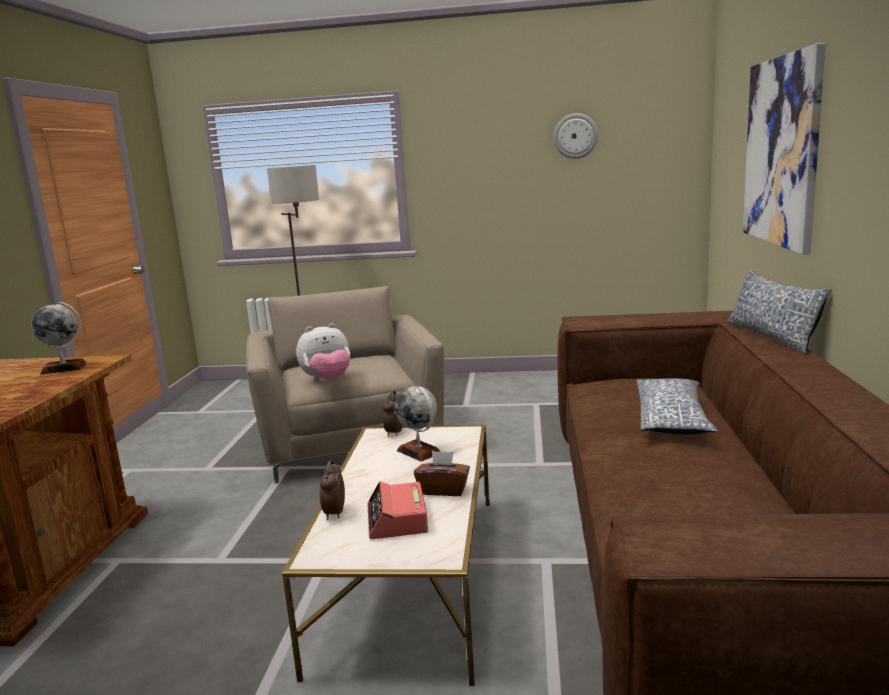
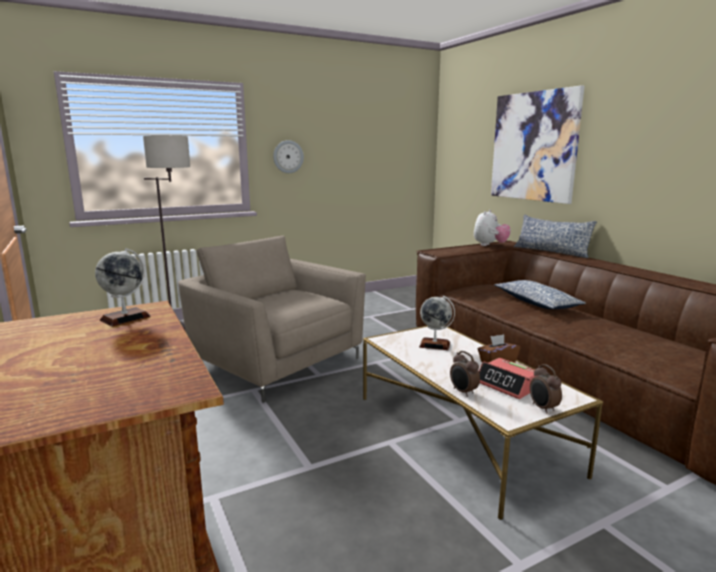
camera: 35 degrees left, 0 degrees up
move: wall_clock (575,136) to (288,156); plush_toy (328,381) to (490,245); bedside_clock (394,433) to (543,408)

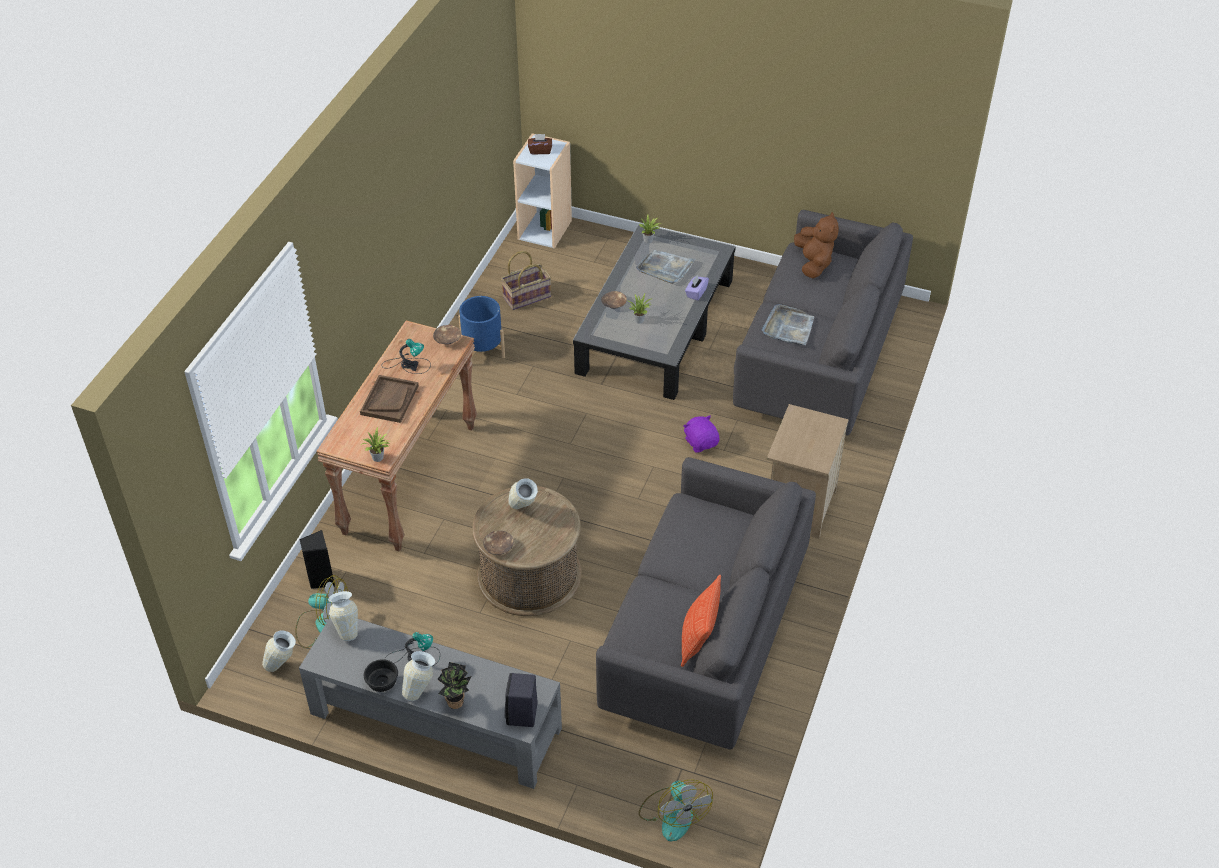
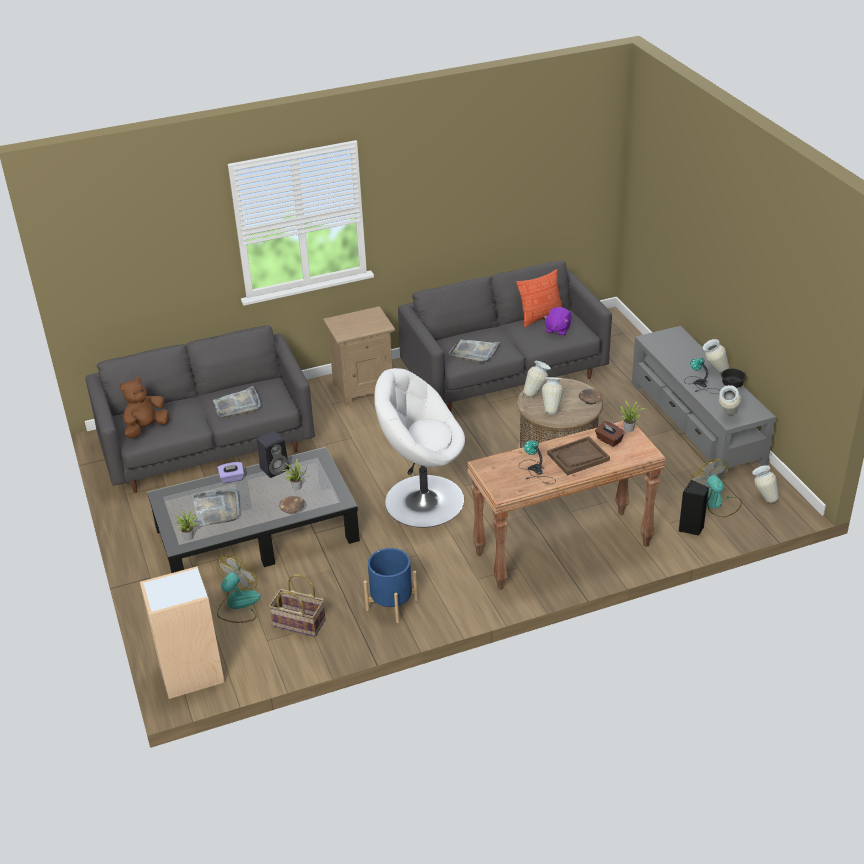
camera: 130 degrees left, 10 degrees down
delete: brown-coloured_serving_bowl (448,339); potted_plant (457,703)
insert: white-coloured_lounge_chair (423,500); greyish_carrying_tray (474,352); flower_vase (537,393)
move: fan (673,813) to (238,605); black-coloured_audio_speaker (522,715) to (275,468); purple_plush_toy (701,442) to (557,329); brown-coloured_tissue_box (540,150) to (609,440)

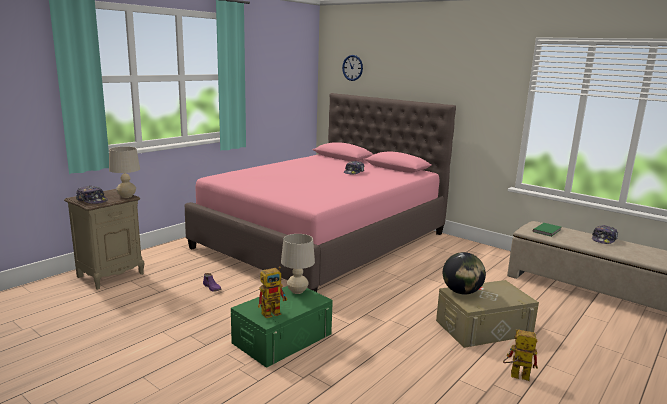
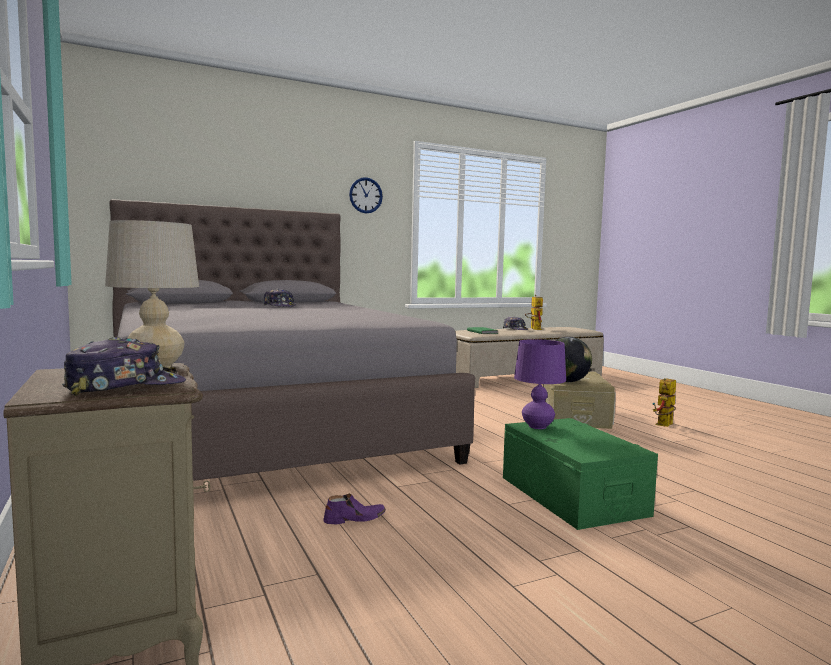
camera: 65 degrees left, 10 degrees down
move: wall_clock (352,67) to (365,195); toy_robot (274,312) to (533,328)
recolor: pink_bed (323,240) to greyish_bed (264,425); beige_lamp_for_a_table (297,291) to purple_lamp_for_a_table (537,426)

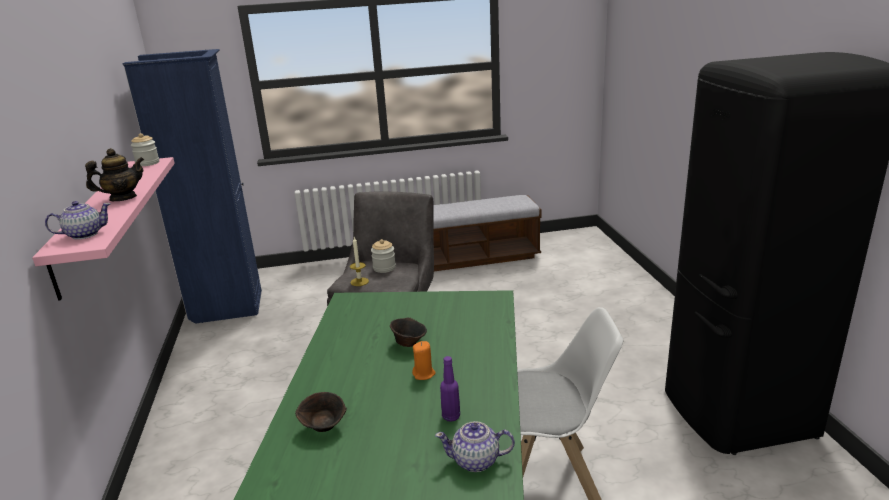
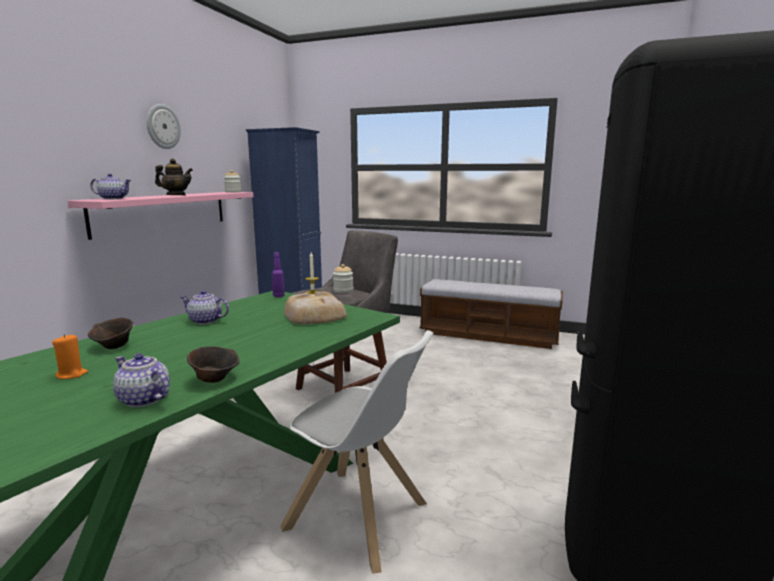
camera: 30 degrees right, 10 degrees down
insert: wall_clock (162,126); pot_for_tea (206,321); bakery_bread (314,315)
move: orangey_wax_light (424,374) to (72,374); brown-coloured_serving_bowl (409,343) to (215,379); purple_beverage_bottle (451,416) to (279,296)

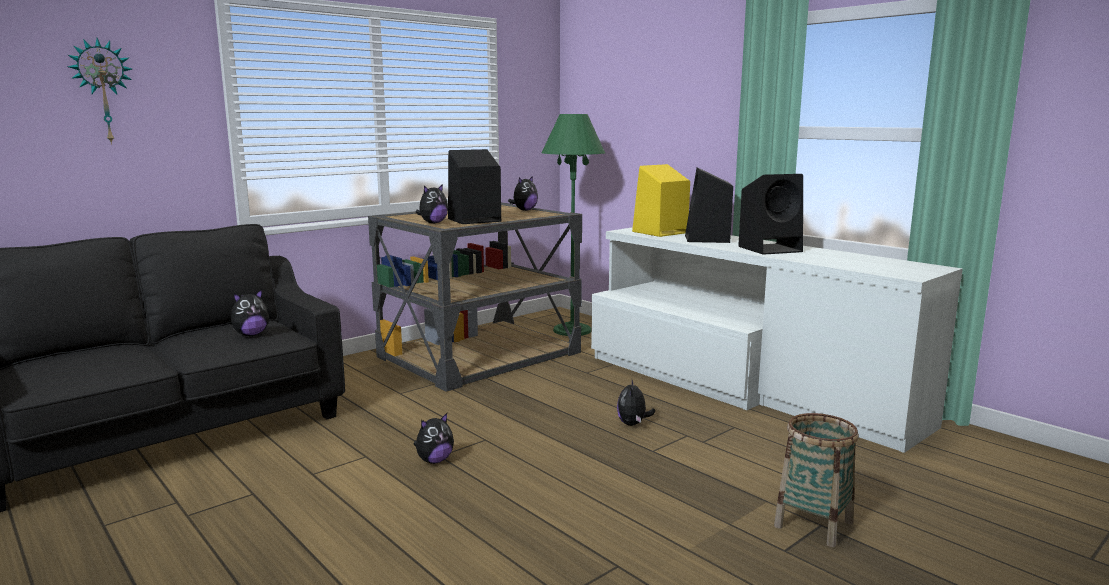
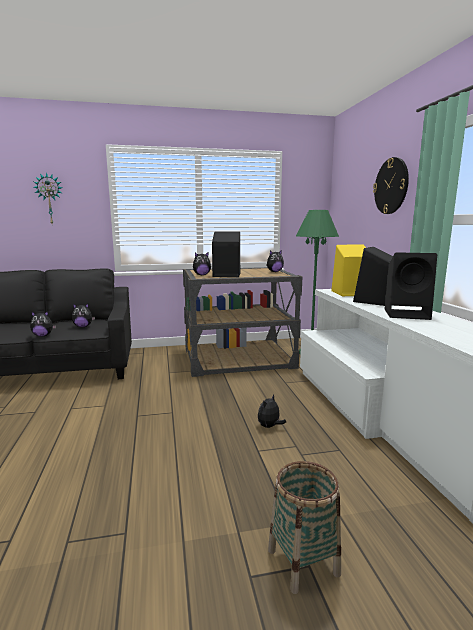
camera: 30 degrees right, 0 degrees up
insert: wall_clock (391,186)
move: plush_toy (434,460) to (43,335)

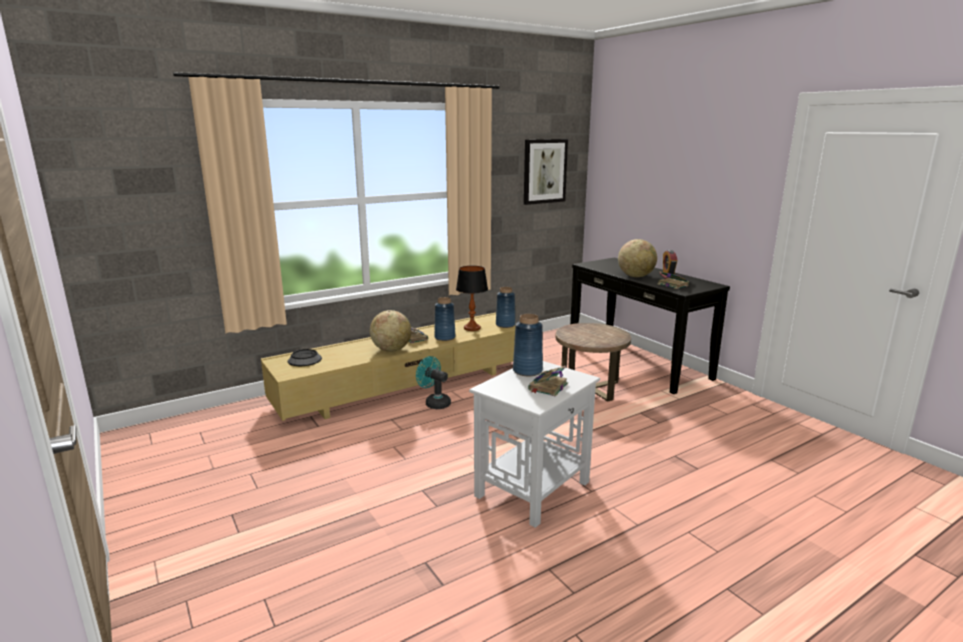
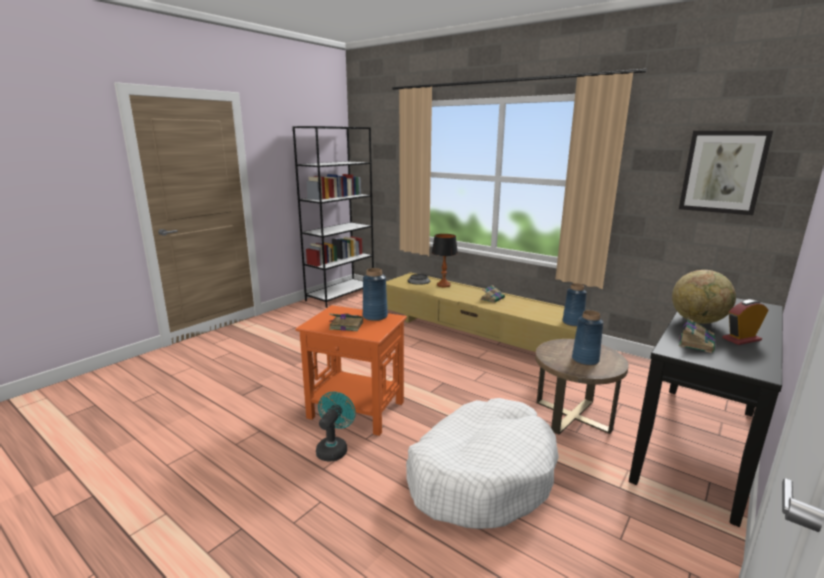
camera: 70 degrees right, 0 degrees up
delete: globe (391,350)
insert: white-coloured_bookcase (340,295); white-coloured_pet_bed (481,475)
move: turquoise_fan (434,403) to (334,448); lamp_for_a_table (472,328) to (443,285); blue-coloured_flower_vase (444,337) to (585,360)
recolor: white-coloured_accent_table (533,488) to orangey_accent_table (357,410)

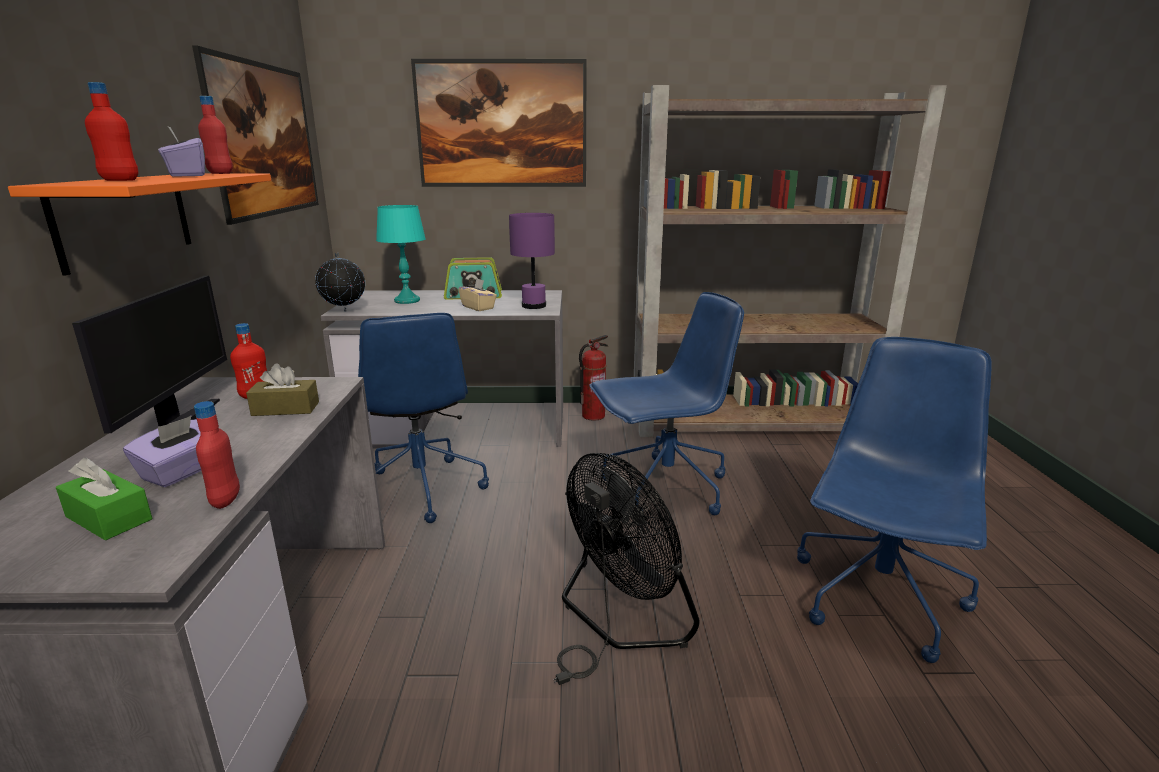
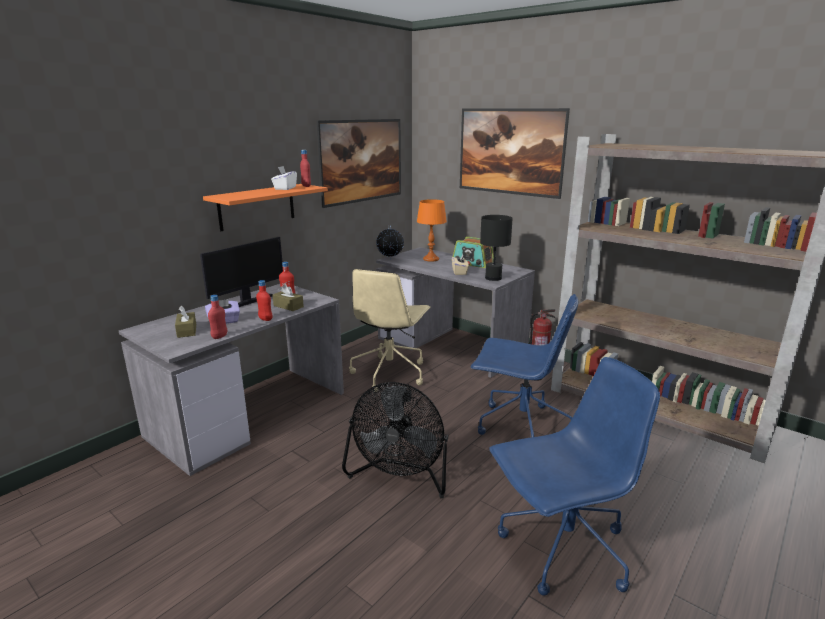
camera: 40 degrees right, 0 degrees up
move: red_beverage_bottle (120,180) to (265,319)
recolor: green_tissue_box (109,518) to brown-coloured_tissue_box (187,330); purple_tissue_box (186,175) to white-coloured_tissue_box (285,188); blue-coloured_office_chair (421,487) to beige_office_chair (391,372); turquoise_lamp_for_a_table (406,301) to orangey_lamp_for_a_table (430,259); purple_lamp_for_a_table (534,306) to black-coloured_lamp_for_a_table (493,278)
rotate: black-coloured_fan (609,618) = (397,473) 105 degrees clockwise

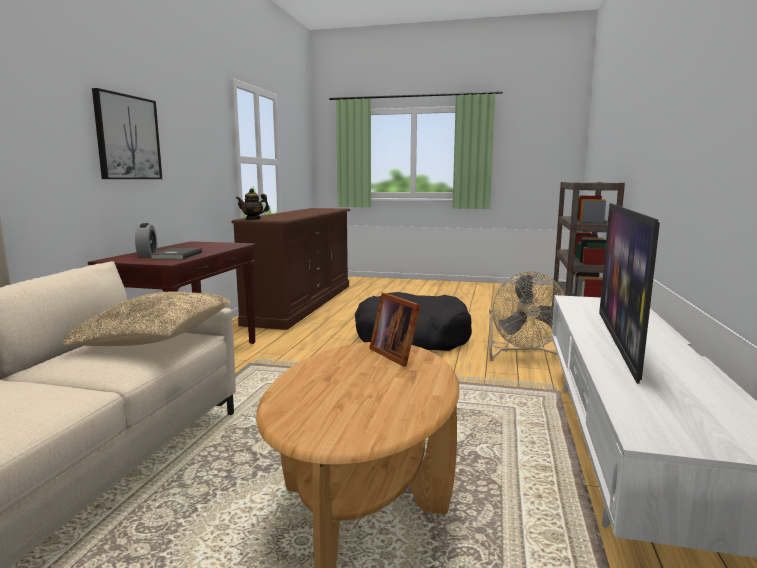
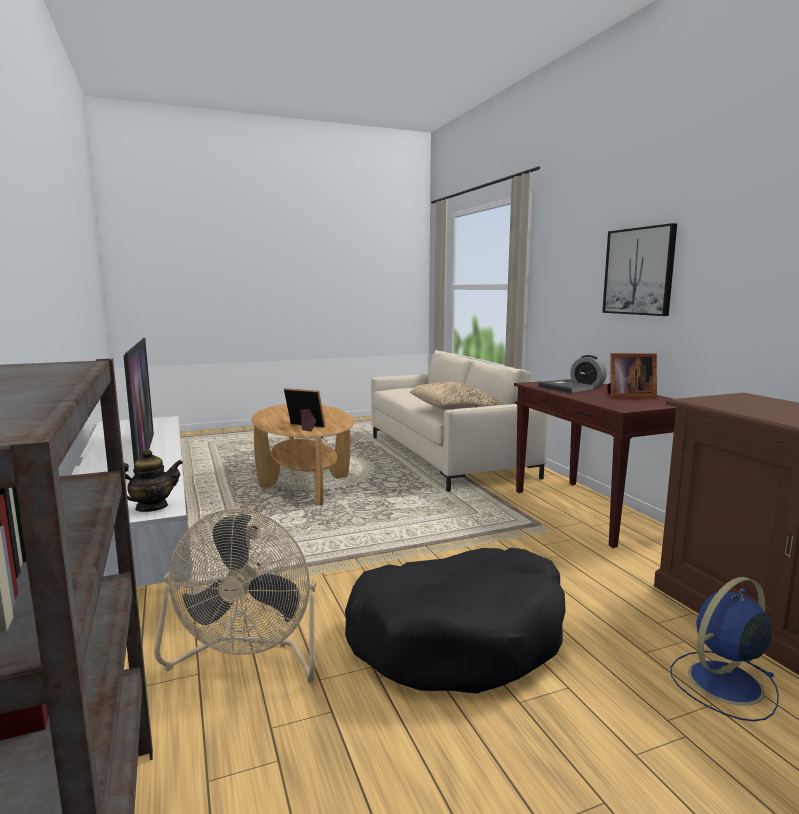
camera: 145 degrees right, 0 degrees up
insert: standing_frame (628,396); blue-coloured_fan (723,683)
move: pot_for_tea (253,219) to (151,507)
rotate: beige_fan (521,354) = (244,655) 135 degrees counterclockwise

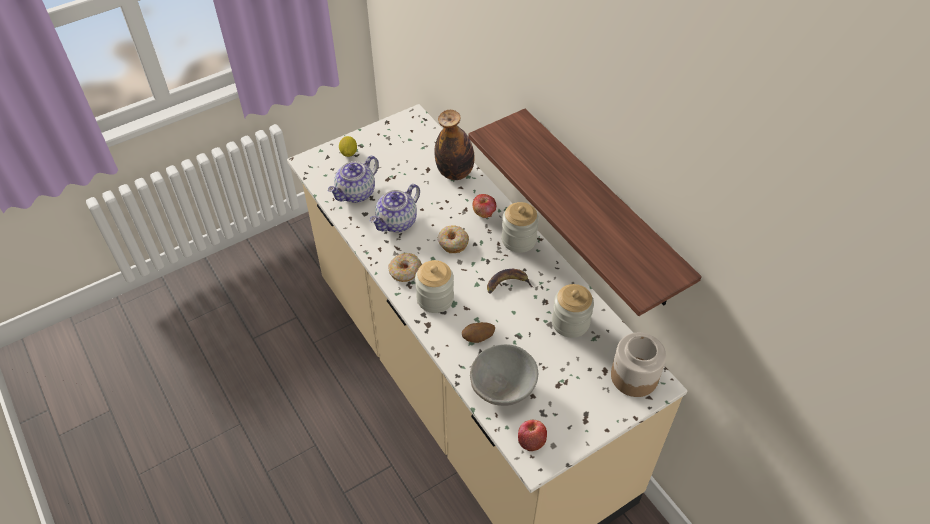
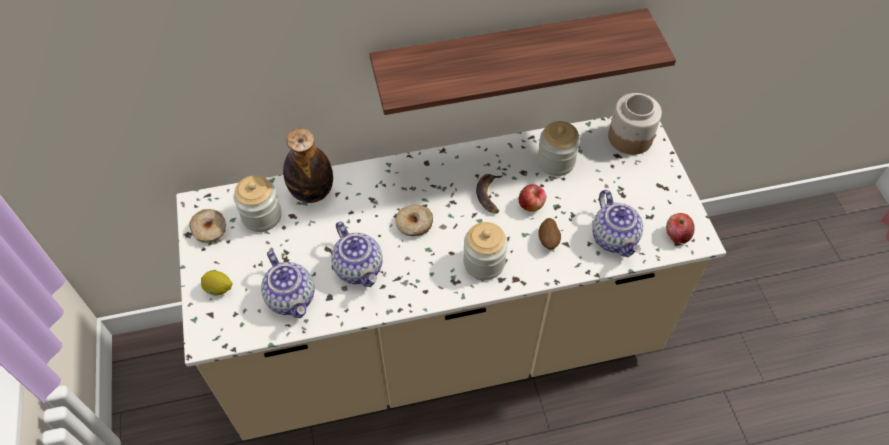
camera: 70 degrees left, 5 degrees up
move: donut (405,271) to (210,230); preserve_jar (519,240) to (262,216); whole_apple (484,213) to (531,205)
replace: greyish_serving_bowl (503,389) to pot_for_tea (615,238)

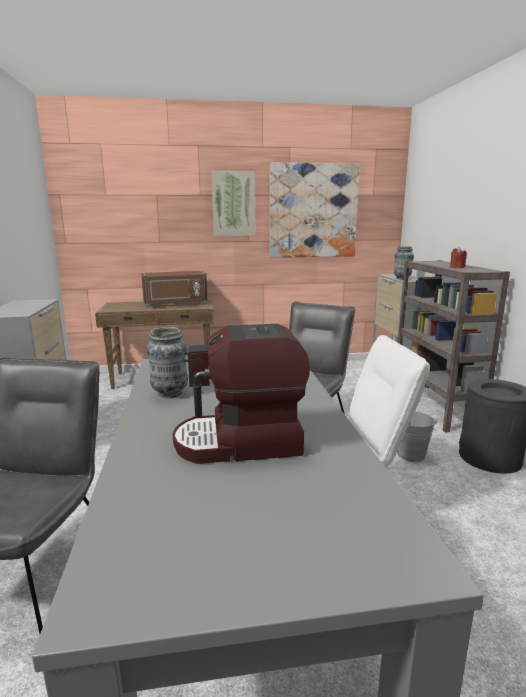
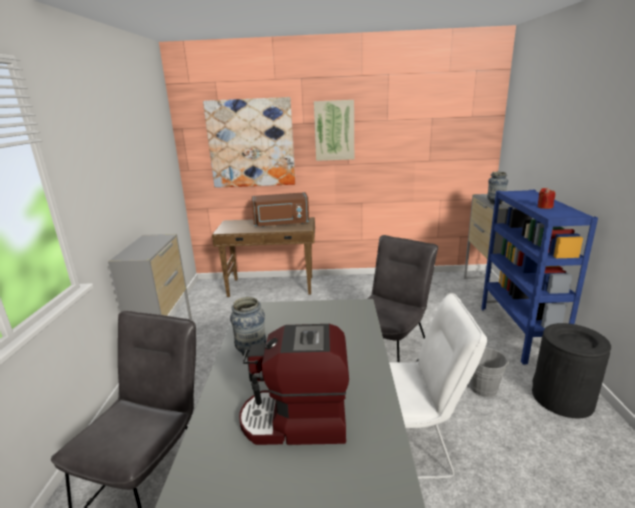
camera: 10 degrees right, 5 degrees up
move: wall_picture (313,211) to (251,143)
recolor: greyish_bookcase (435,407) to blue-coloured_bookcase (518,333)

